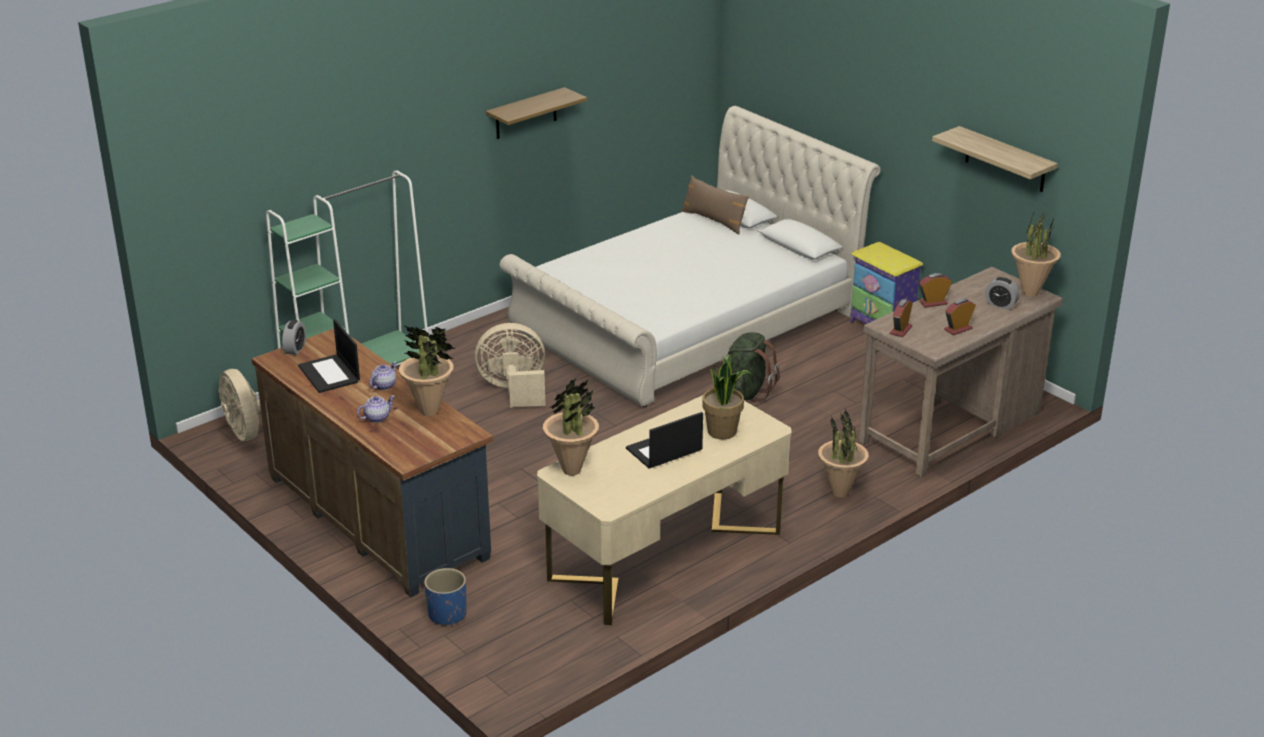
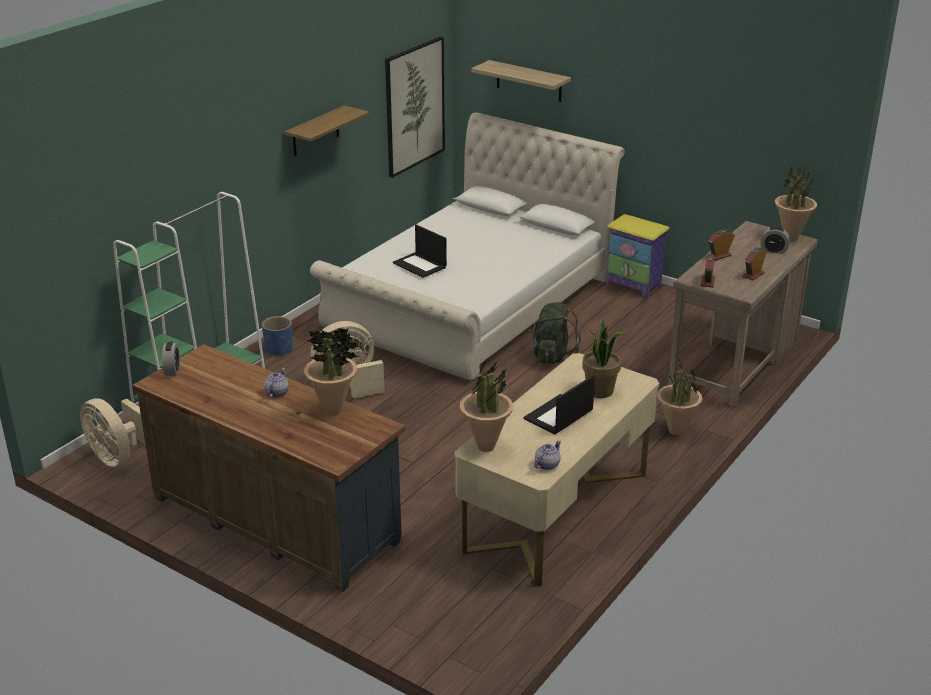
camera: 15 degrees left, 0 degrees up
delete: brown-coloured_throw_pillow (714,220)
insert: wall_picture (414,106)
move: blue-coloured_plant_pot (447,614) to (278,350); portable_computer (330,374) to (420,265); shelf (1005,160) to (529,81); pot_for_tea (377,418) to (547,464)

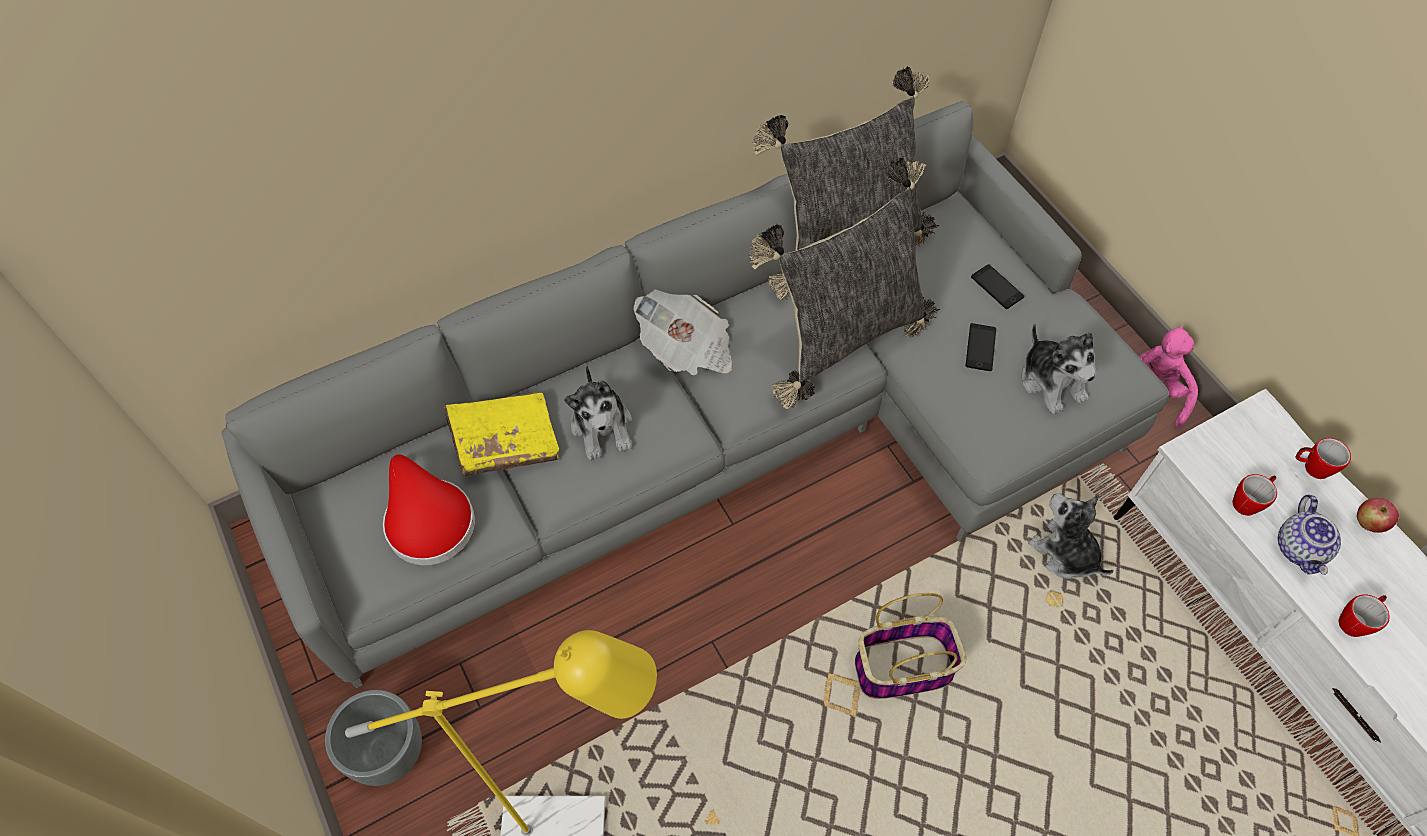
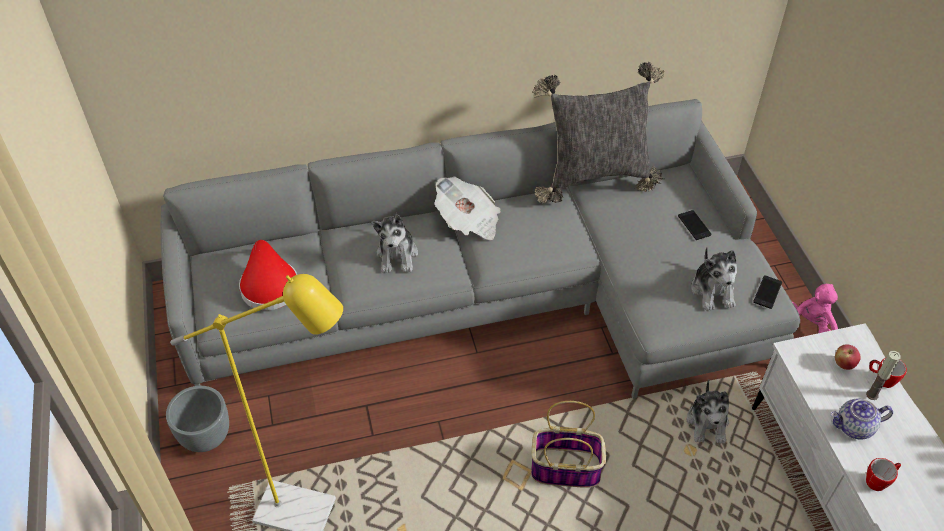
camera: 15 degrees right, 10 degrees down
delete: yellow_volume (505,442); throw_pillow (839,343); mug (1248,501)
insert: wax_light (872,395)
move: telephone (980,347) to (767,292); whole_apple (1368,522) to (843,364)
rotate: plush_toy (1064,553) = (707,422) 150 degrees counterclockwise; pot_for_tea (1300,549) = (854,427) 60 degrees clockwise

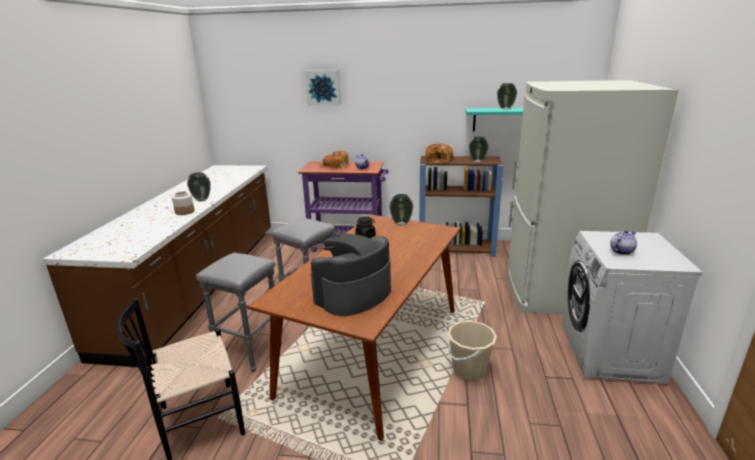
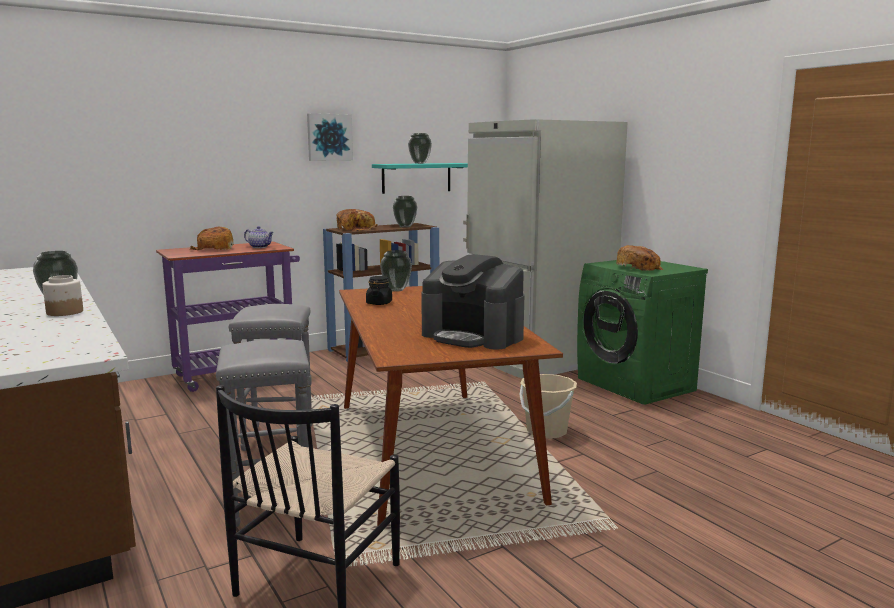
camera: 40 degrees left, 10 degrees down
move: wall_picture (323,87) to (329,137)
replace: pot_for_tea (621,251) to bakery_bread (639,268)
recolor: white-coloured_laundry_machine (609,354) to green_laundry_machine (635,387)
rotate: coffee_brewer (353,294) = (473,336) 60 degrees counterclockwise

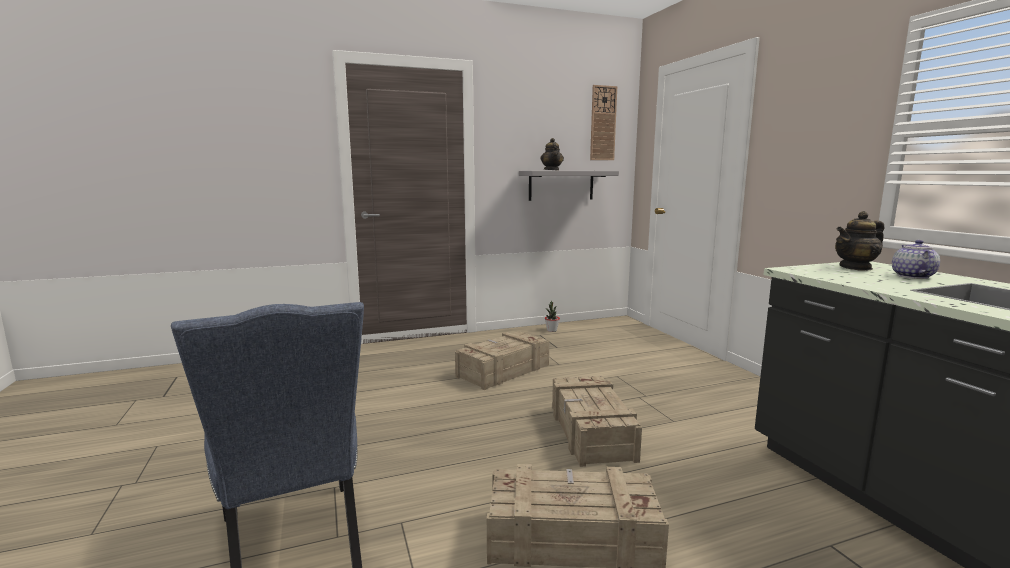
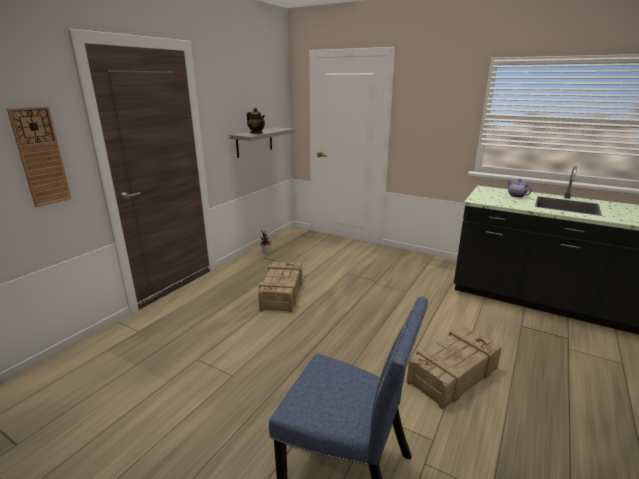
camera: 40 degrees left, 10 degrees up
delete: shipping_crate (590,433); pot_for_tea (856,268)
move: wall_clock (603,123) to (40,157)

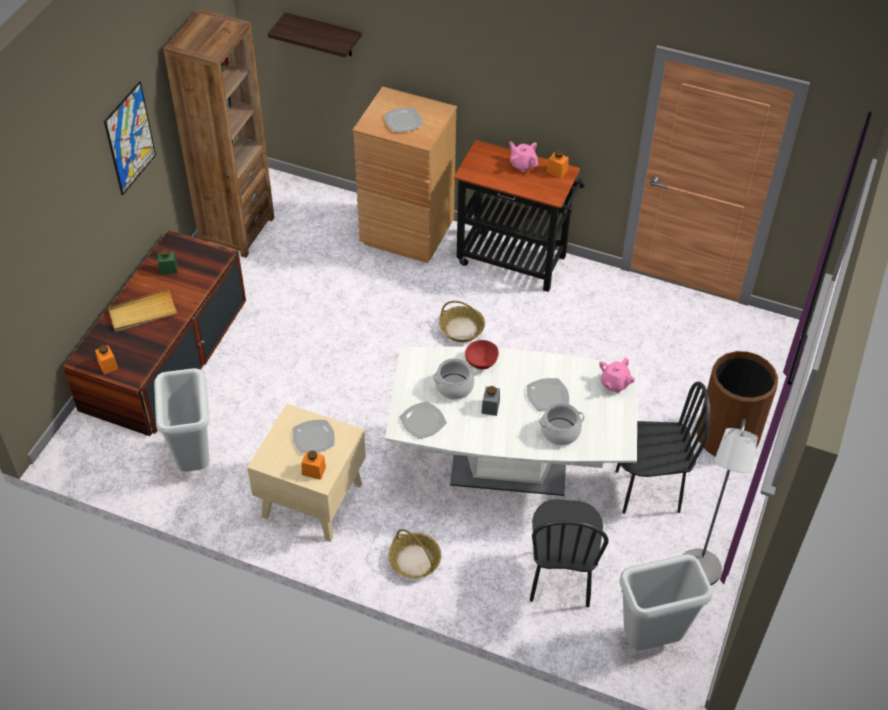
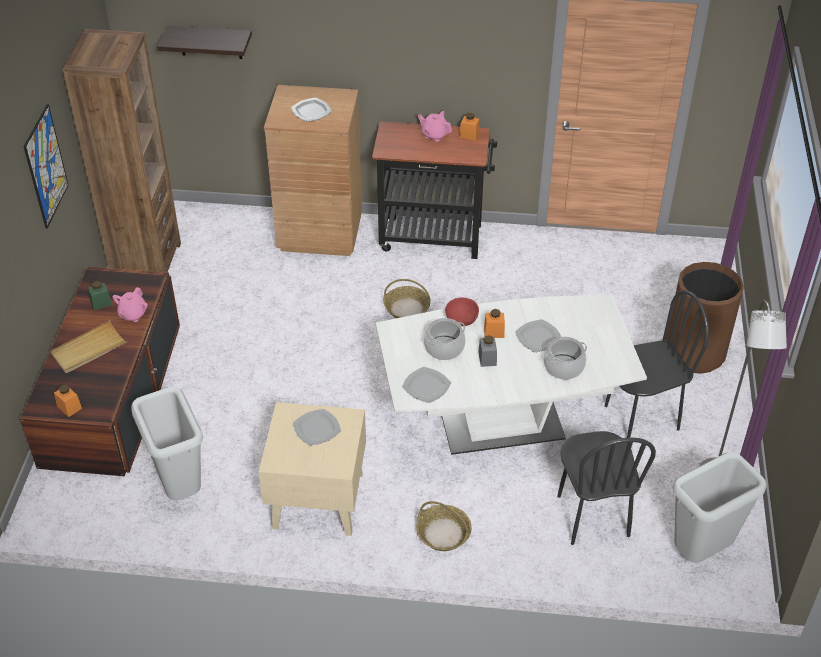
camera: 15 degrees left, 5 degrees down
move: pink_pot_for_tea (614,384) to (132,314); orangey_preserve_jar (314,471) to (494,332)

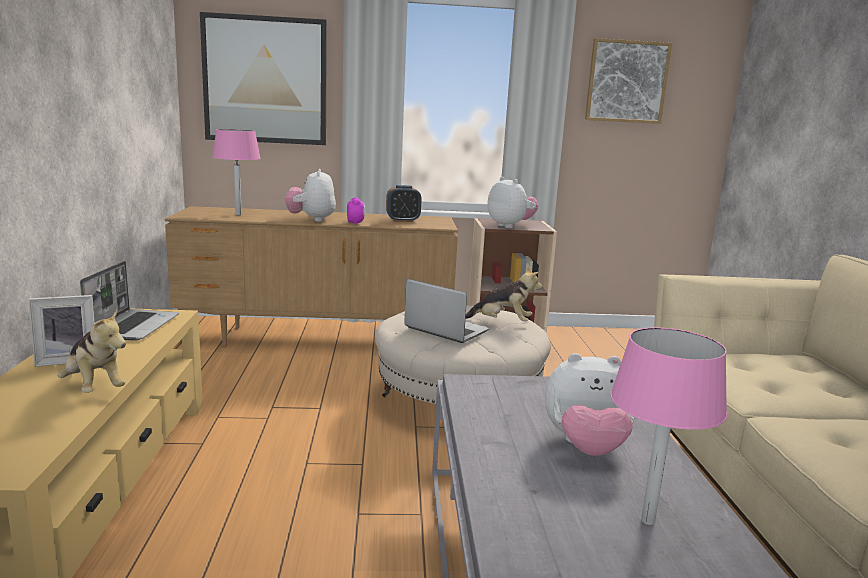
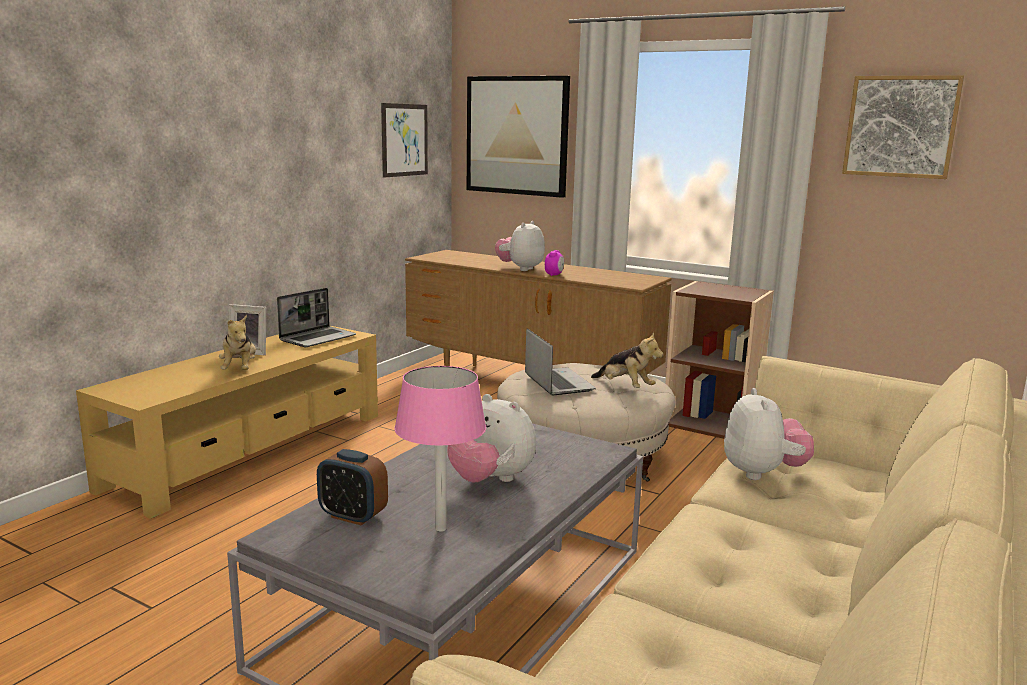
camera: 35 degrees right, 0 degrees up
delete: pink_lamp_for_a_table (238,214)
insert: wall_picture (404,140)
move: bedside_clock (403,220) to (353,516); plush_toy (510,226) to (762,473)

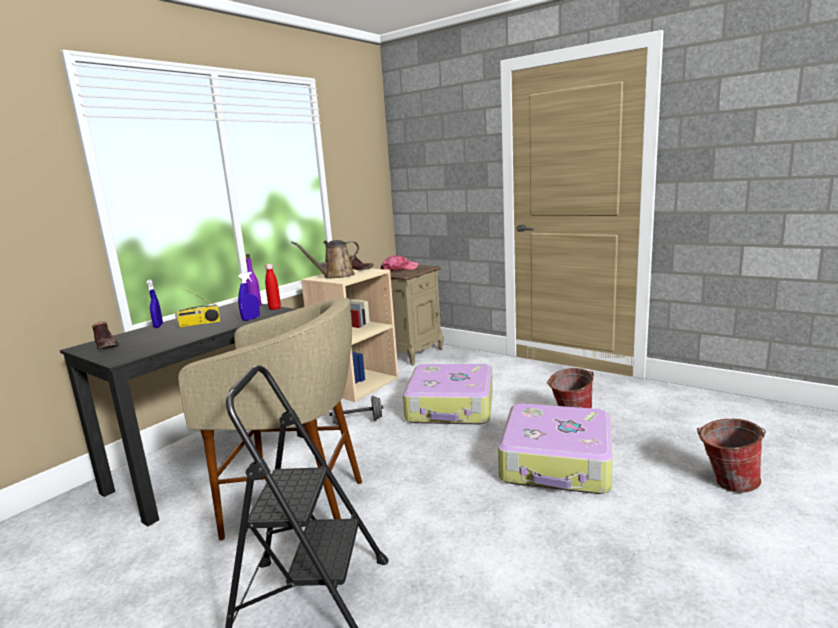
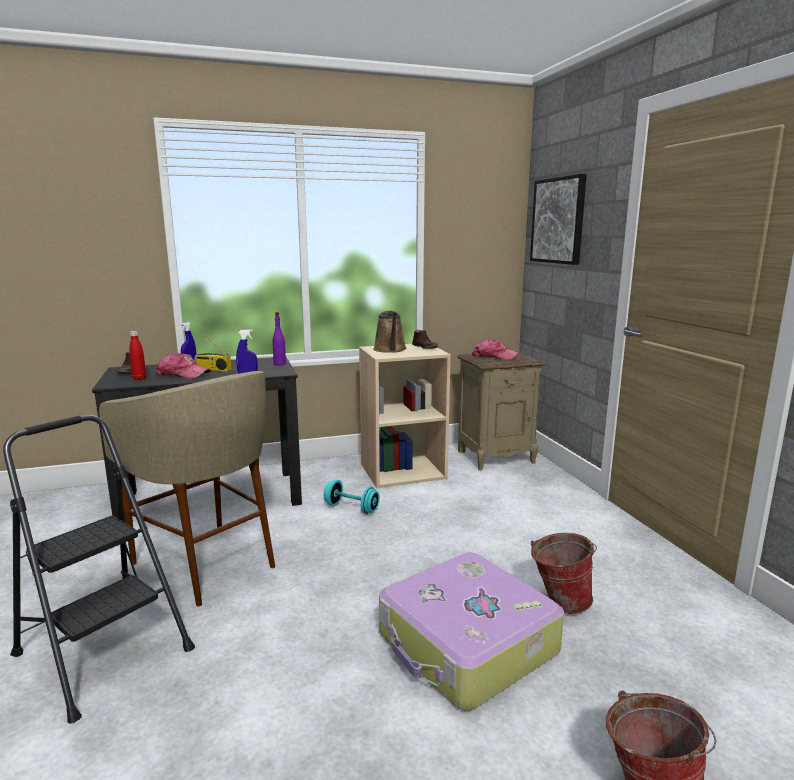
camera: 35 degrees right, 0 degrees up
delete: piece_of_luggage (451,407)
insert: peaked_cap (182,374); wall_picture (558,220)
move: red_beverage_bottle (275,308) to (139,379)
recolor: greyish_hand_weight (357,421) to turquoise_hand_weight (351,508)
rotate: brown-coloured_sprinkling_can (335,276) = (390,350) 105 degrees counterclockwise

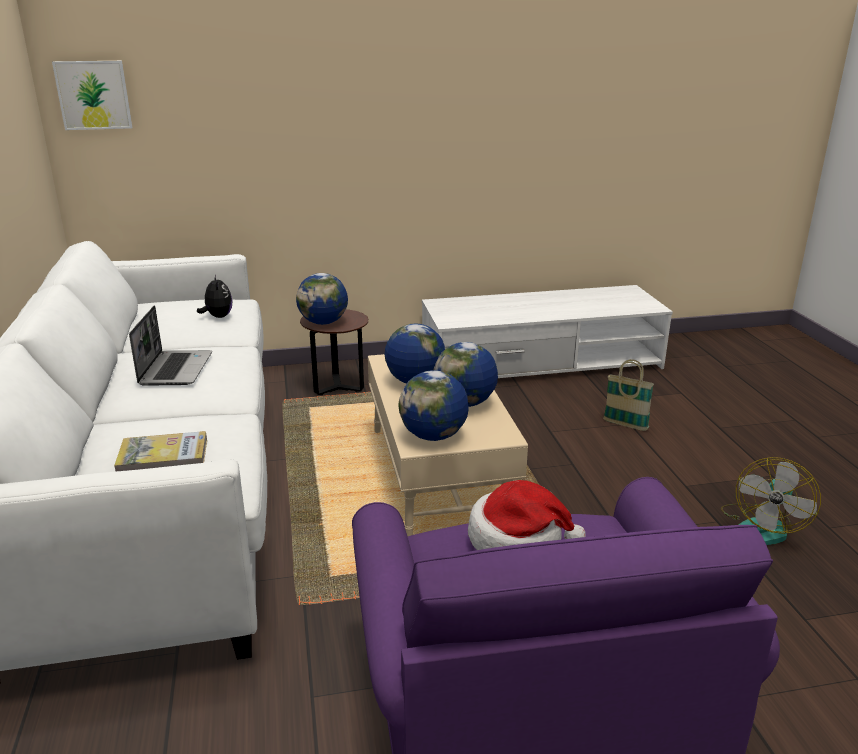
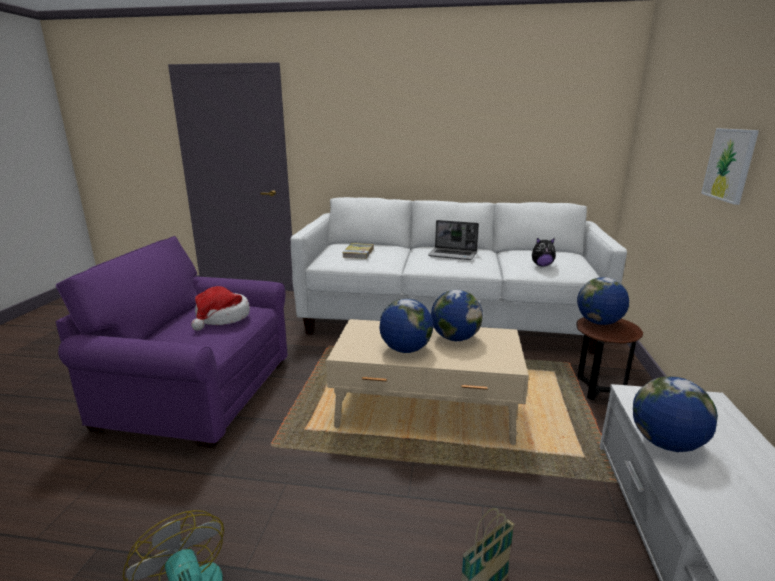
camera: 110 degrees right, 5 degrees down
move: globe (433,436) to (665,443); wall_picture (93,95) to (729,164)

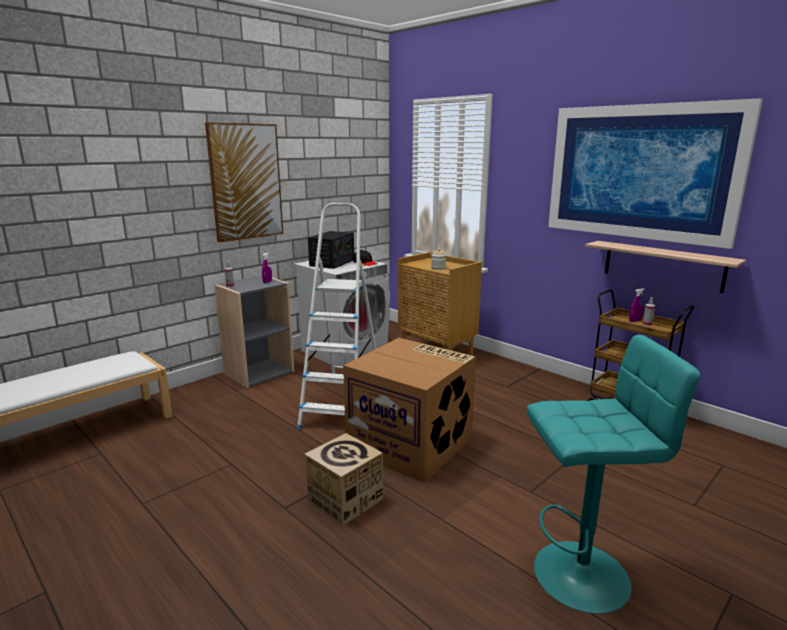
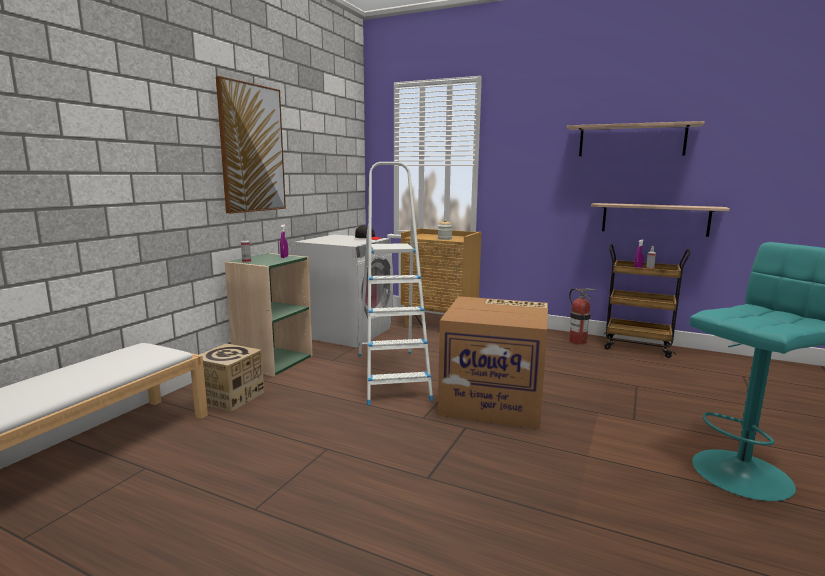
camera: 20 degrees left, 5 degrees down
delete: radio (332,263)
insert: extinguisher (577,341)
move: packing_box (345,499) to (230,397)
replace: wall_picture (640,172) to shelf (631,140)
recolor: greyish_bookcase (259,372) to green_bookcase (273,361)

